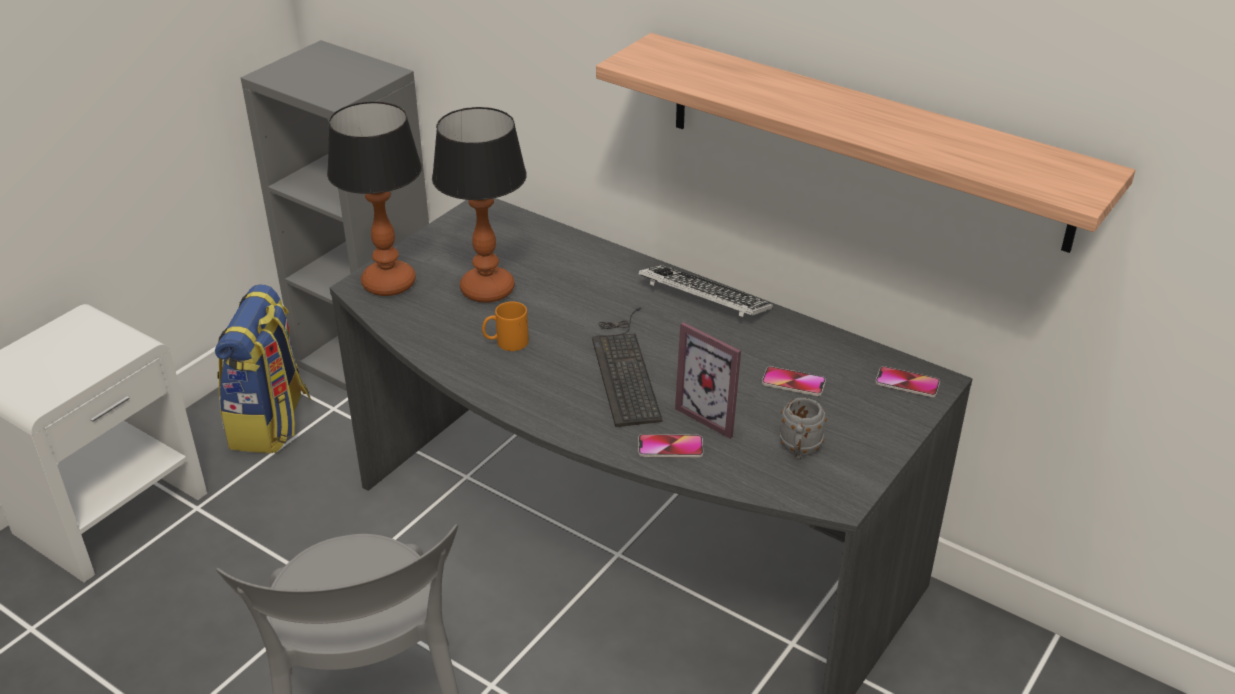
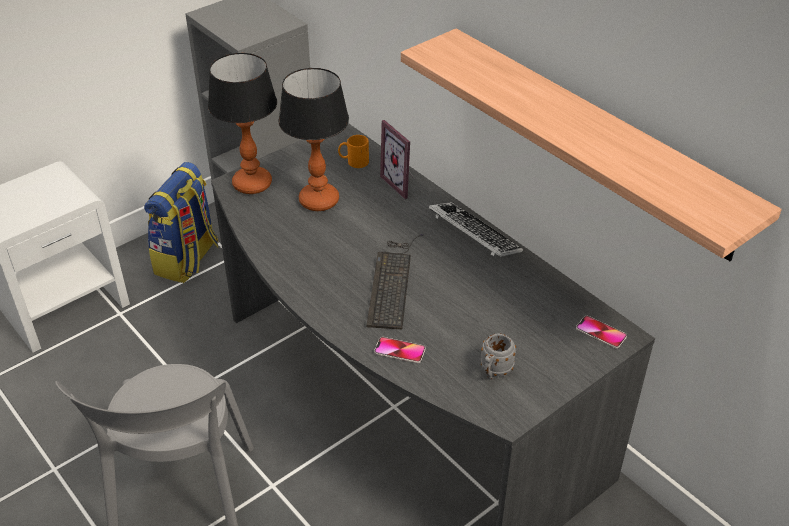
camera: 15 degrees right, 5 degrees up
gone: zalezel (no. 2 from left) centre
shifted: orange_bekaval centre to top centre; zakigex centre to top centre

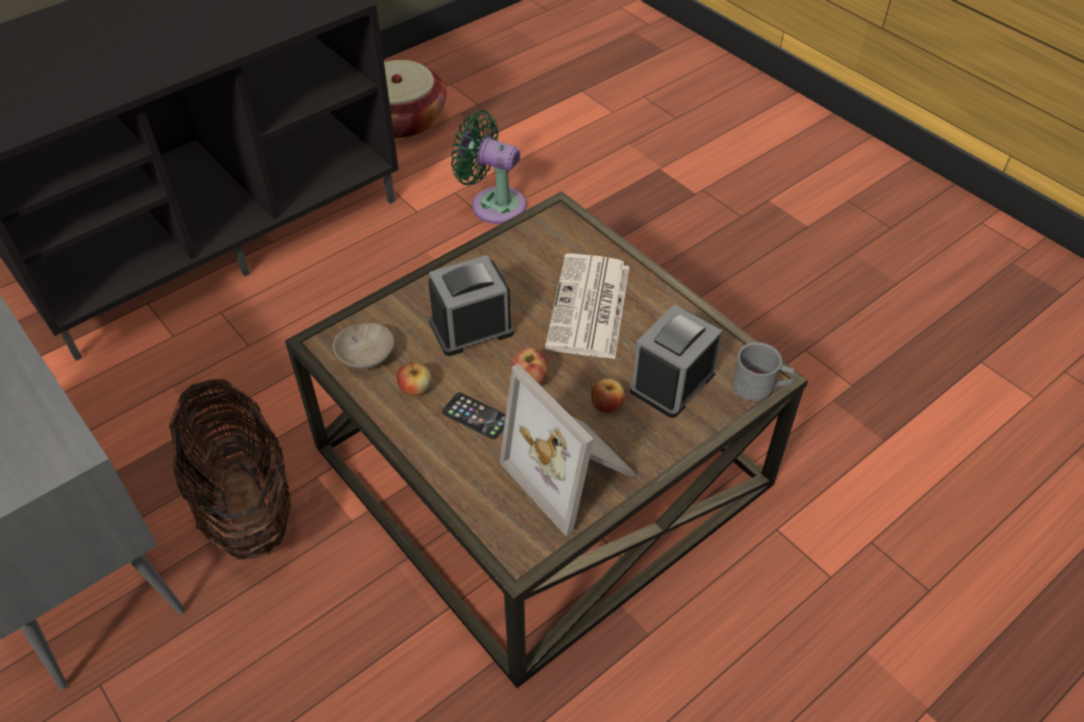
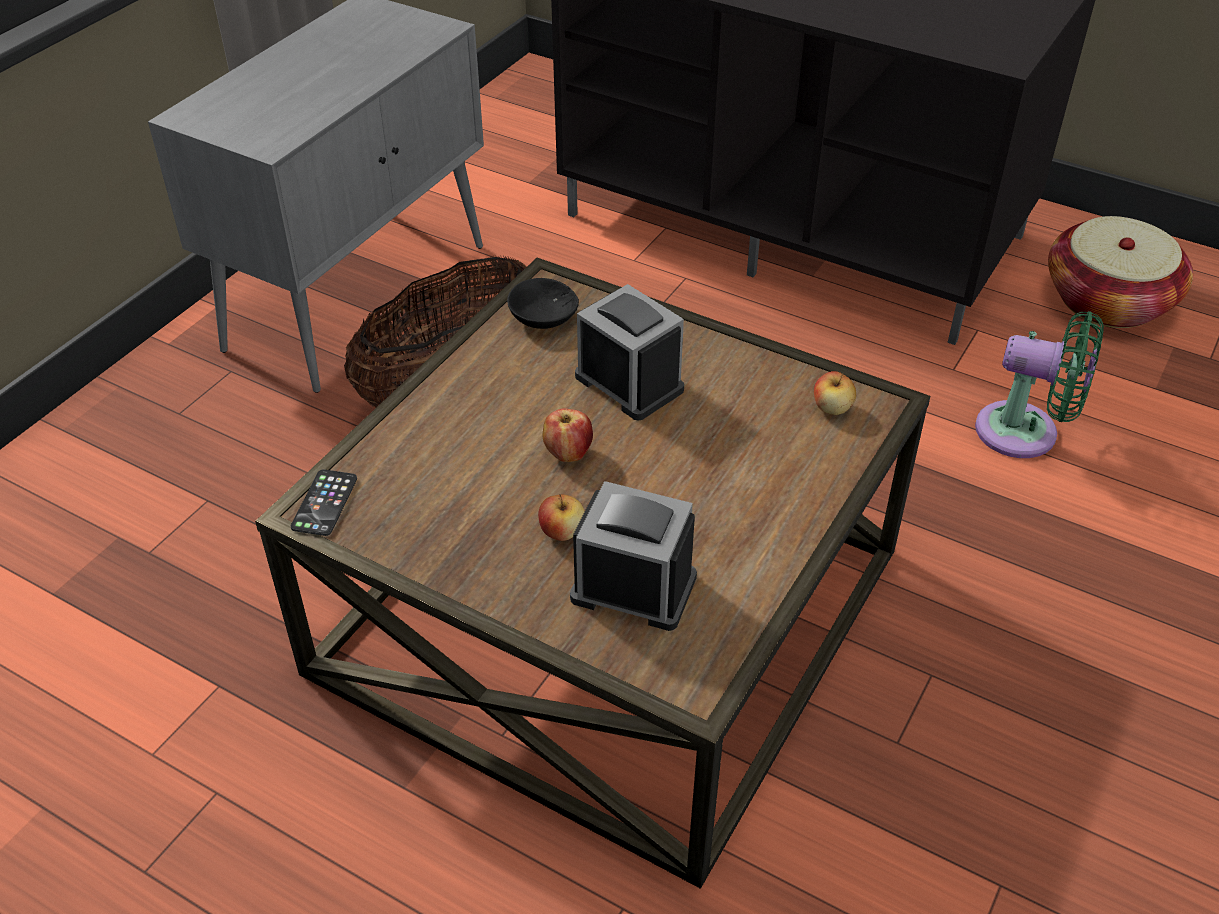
camera: 70 degrees right, 5 degrees down
gone: zakigex centre; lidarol centre; grey_bekaval middle right
shifted: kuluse (no. 1 from left in the first image) centre to kuluse (no. 3 from left) middle right; zalezel centre to middle left
repainted: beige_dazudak centre to black_dazudak top centre
rotated: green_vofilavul top centre = middle right 105 degrees clockwise

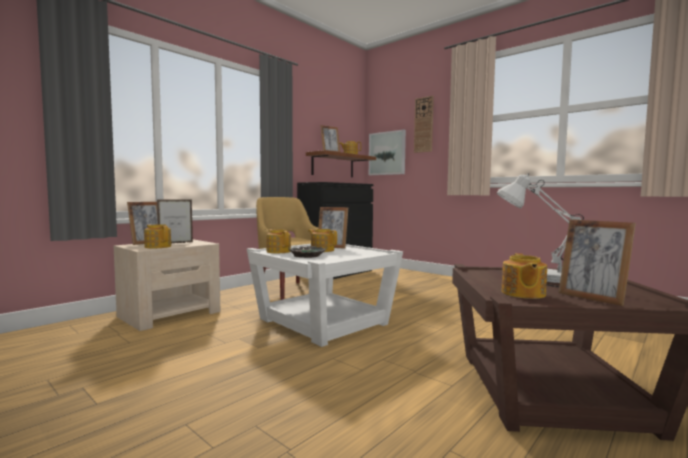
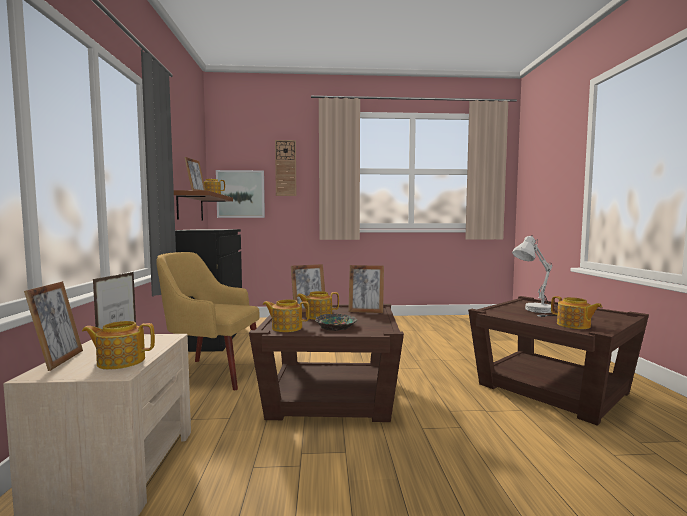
camera: 45 degrees left, 0 degrees up
shifted: zakigex (no. 5 from left) middle right to centre
repainted: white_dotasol centre to brown_dotasol (no. 1 from left) bottom centre

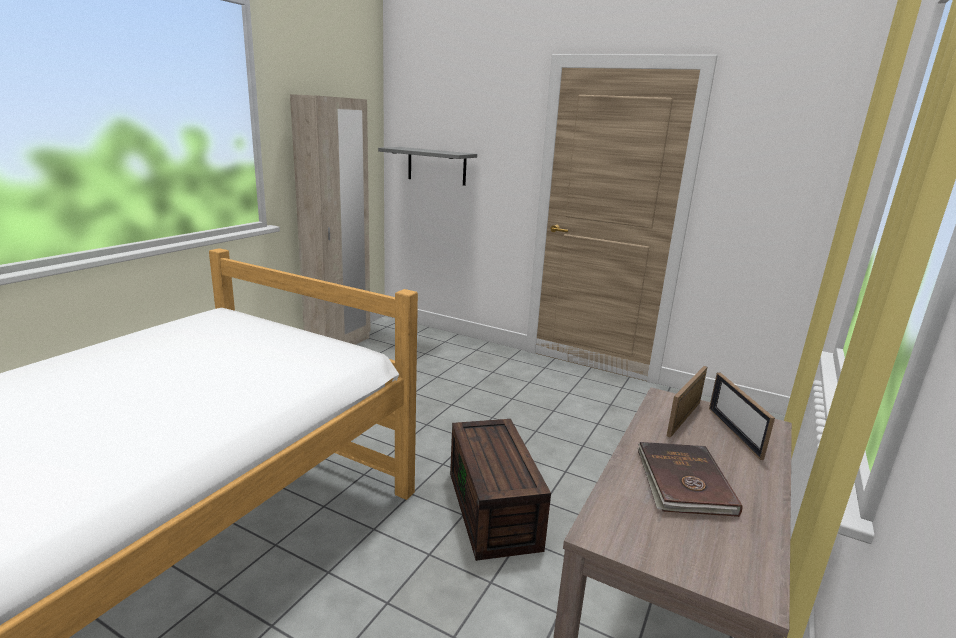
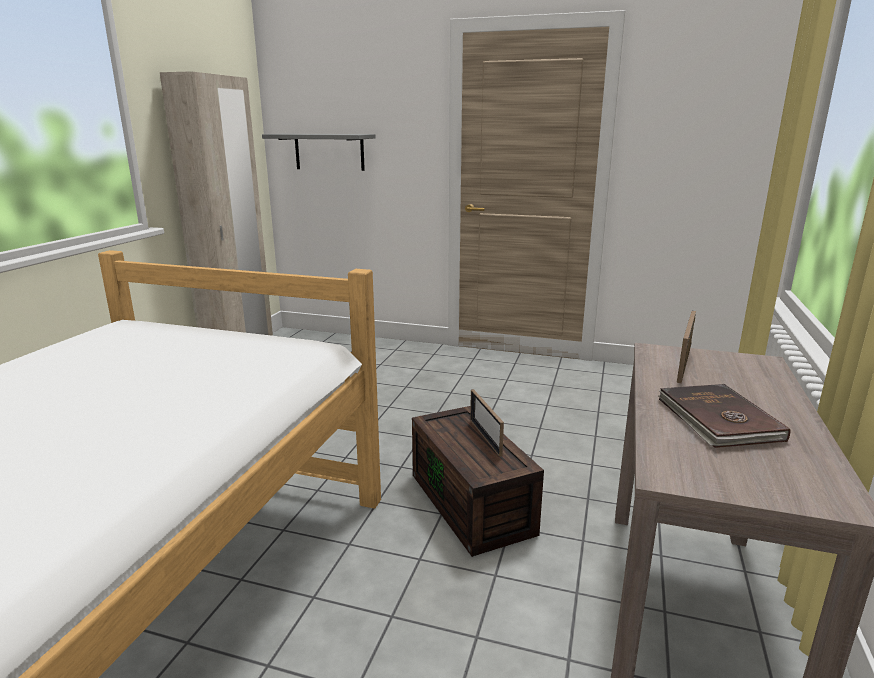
camera: 10 degrees left, 0 degrees up
shifted: zakigex (no. 2 from left in the first image) middle right to zakigex (no. 1 from left) centre

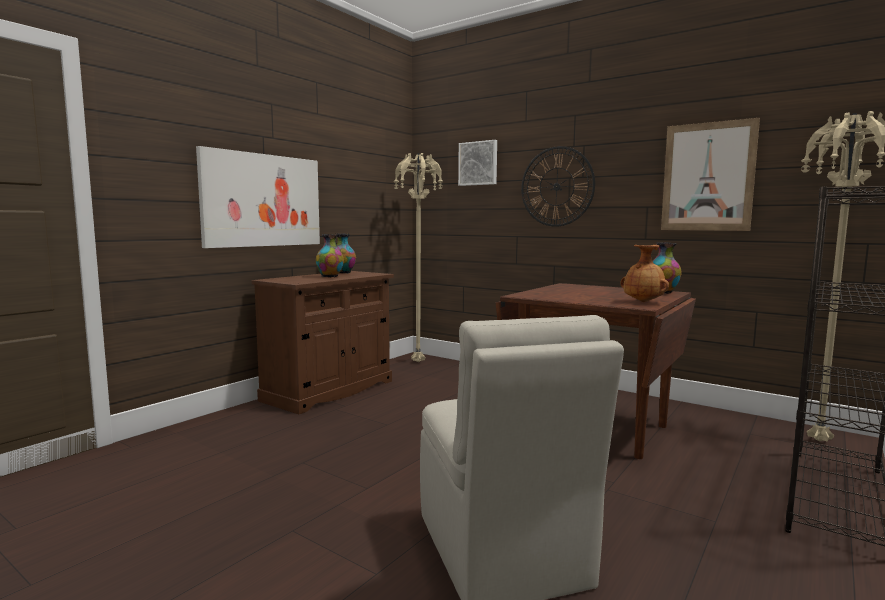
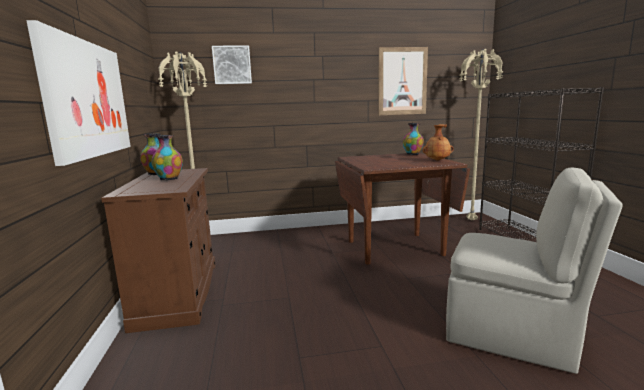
camera: 45 degrees left, 5 degrees up
gone: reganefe top centre

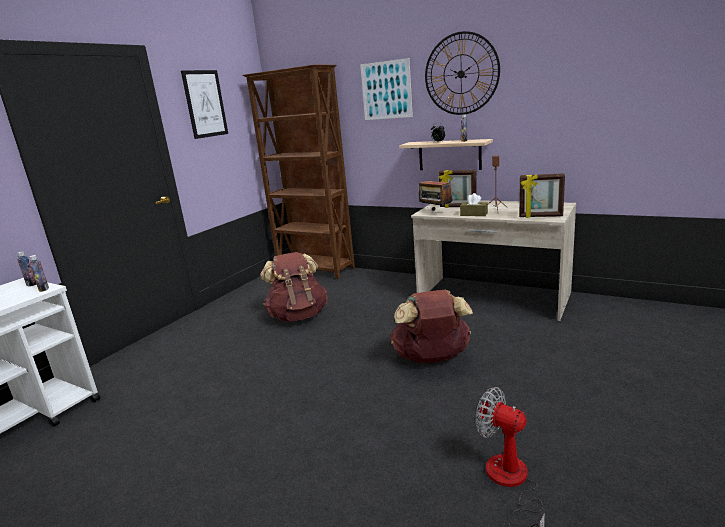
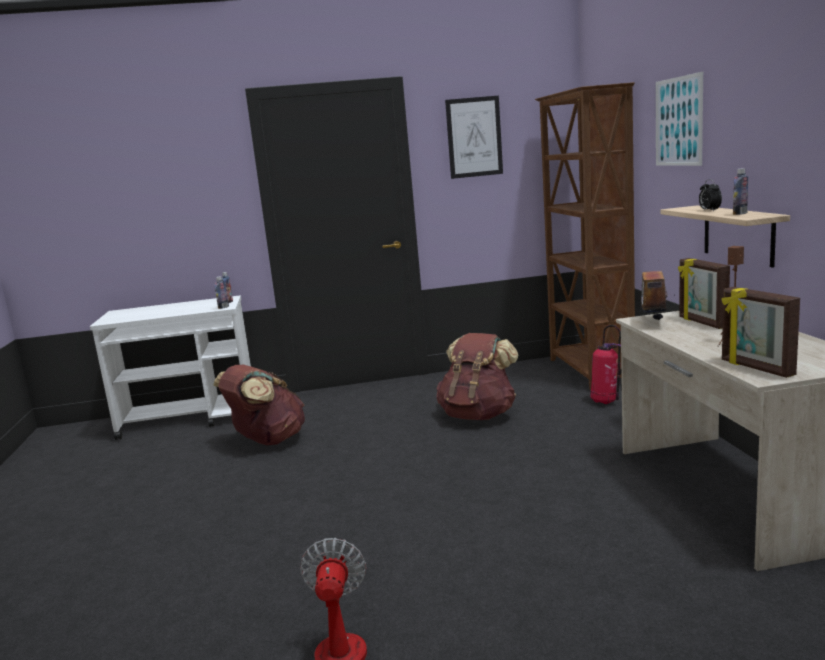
camera: 50 degrees right, 5 degrees down
gone: reganefe top centre; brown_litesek centre
new: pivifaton middle right
shifted: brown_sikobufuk (no. 2 from left in the first image) centre to brown_sikobufuk (no. 1 from left) middle left

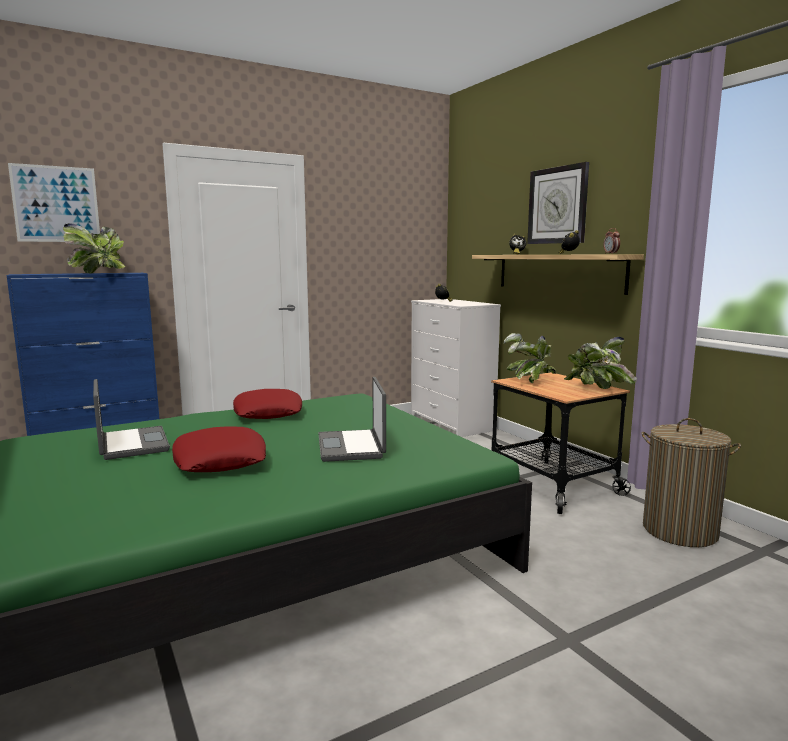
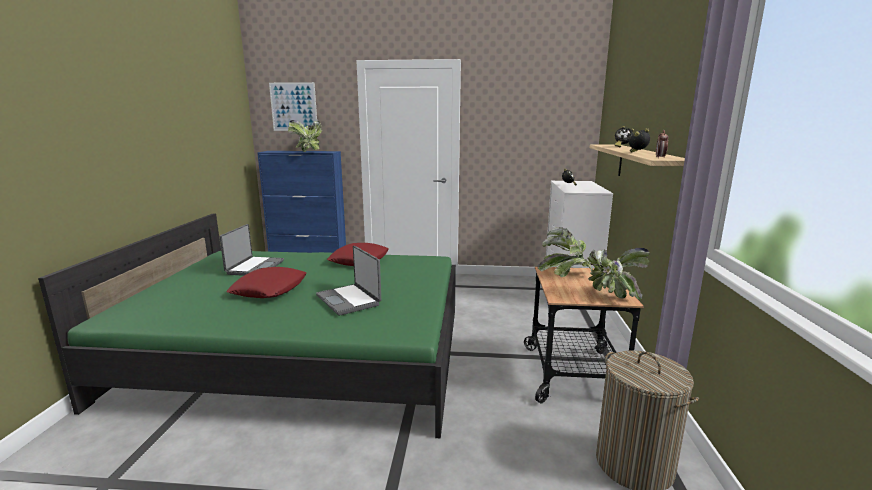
camera: 35 degrees right, 5 degrees up
gone: reganefe top right
rotated: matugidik (no. 2 from left) centre = centre 60 degrees counterclockwise

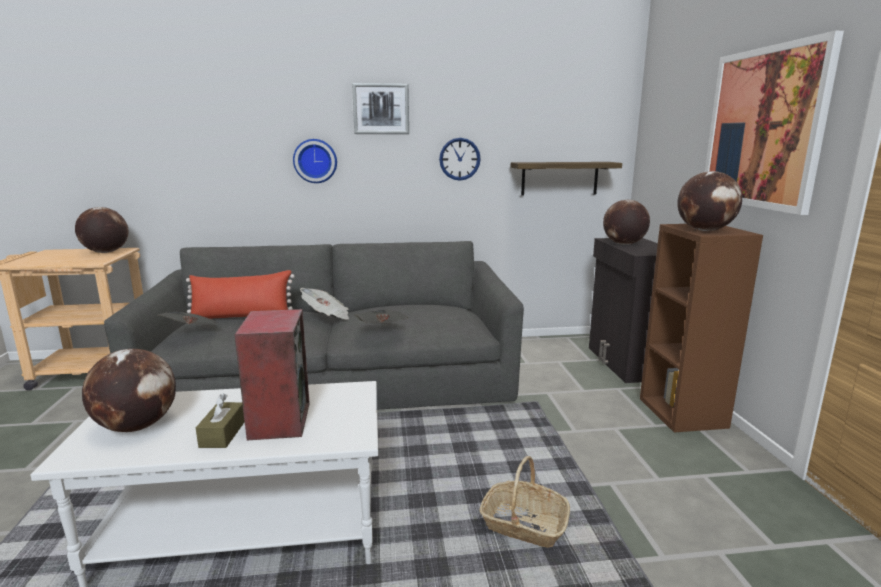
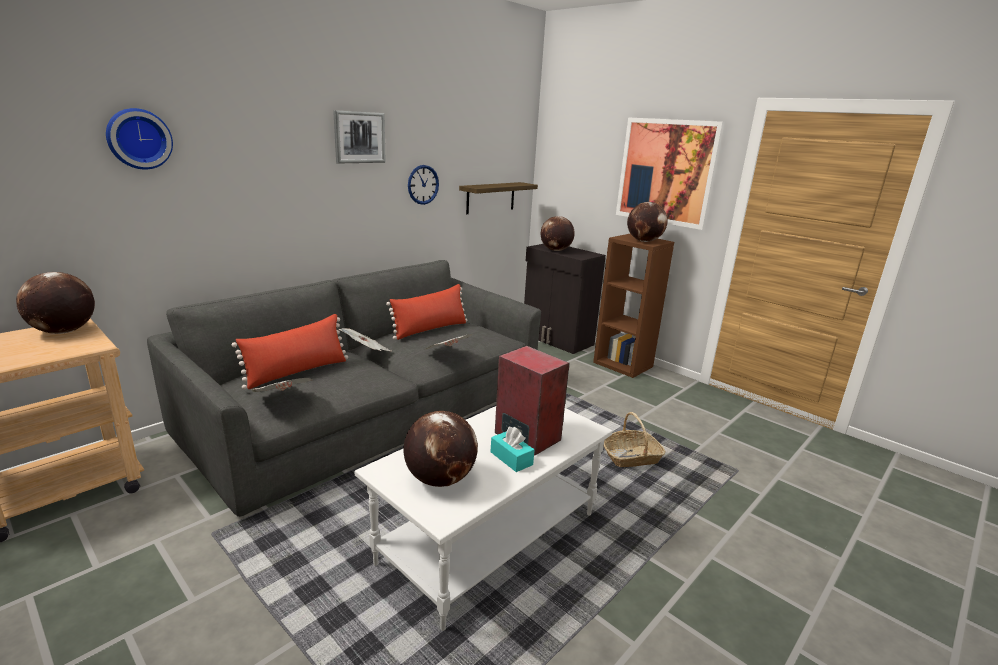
camera: 40 degrees left, 5 degrees up
new: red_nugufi (no. 2 from left) centre
shifted: reganefe (no. 1 from left) top centre to top left
repainted: brown_litesek bottom left to turquoise_litesek bottom centre

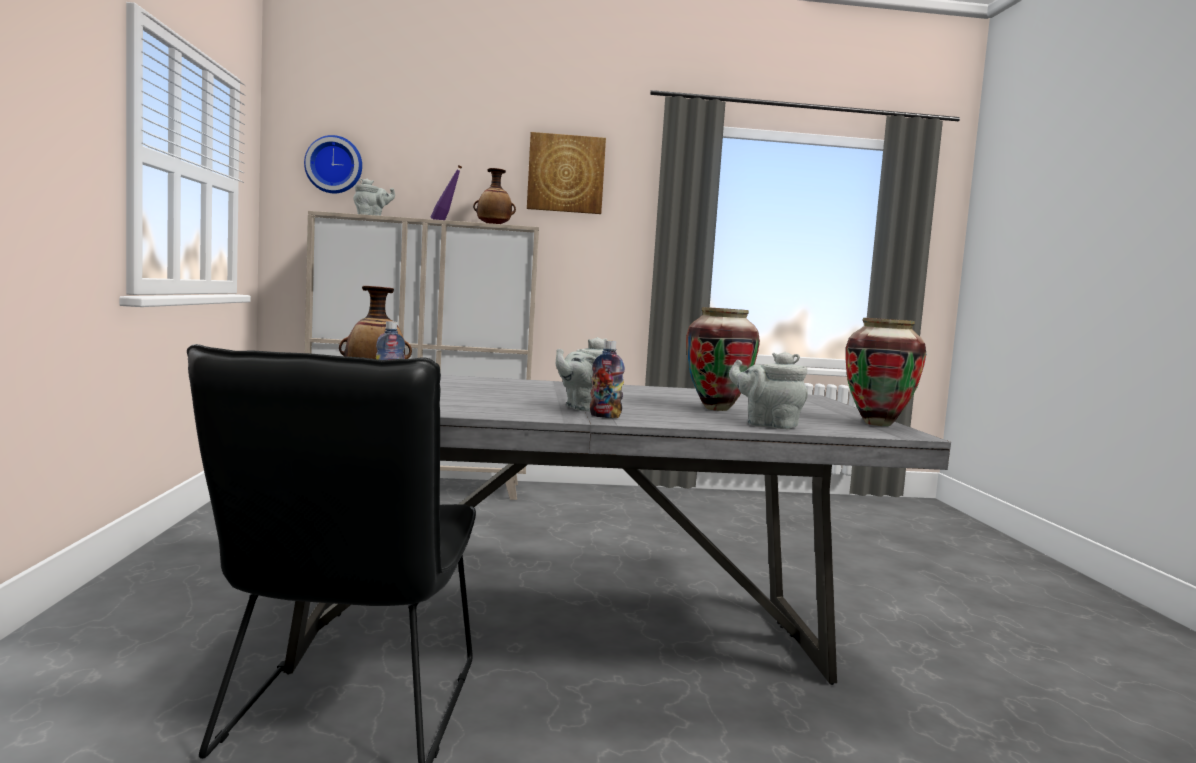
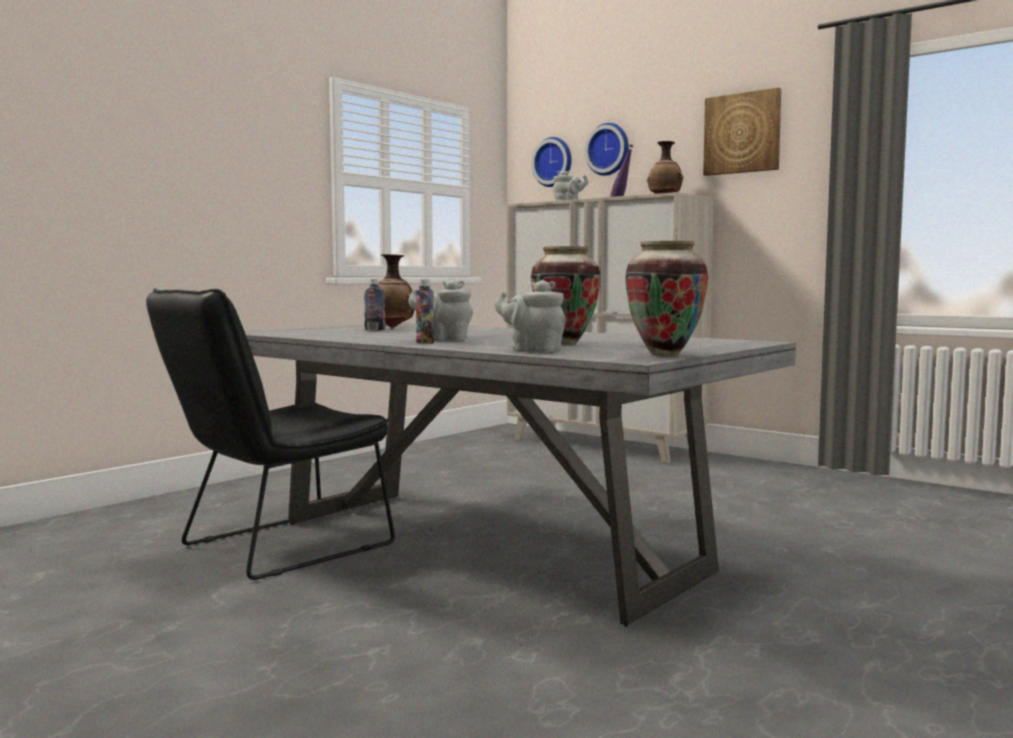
camera: 45 degrees right, 0 degrees up
new: reganefe (no. 2 from left) top centre
rotated: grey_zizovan (no. 3 from left in the first image) centre = centre 45 degrees counterclockwise

